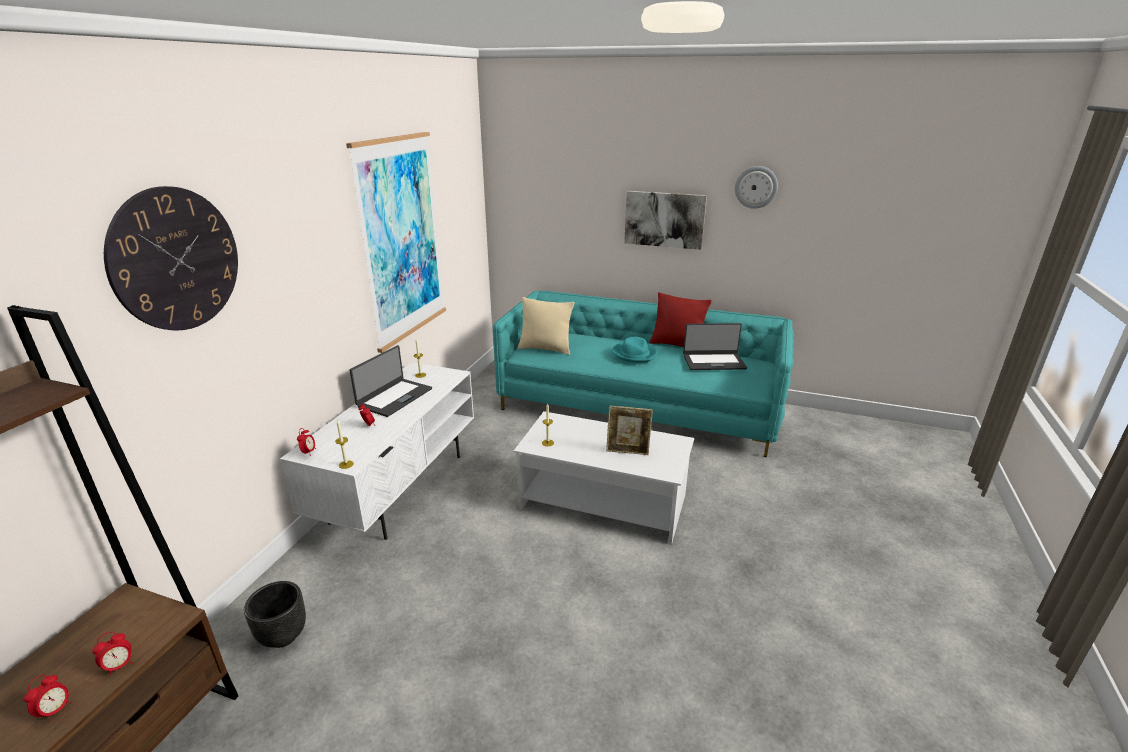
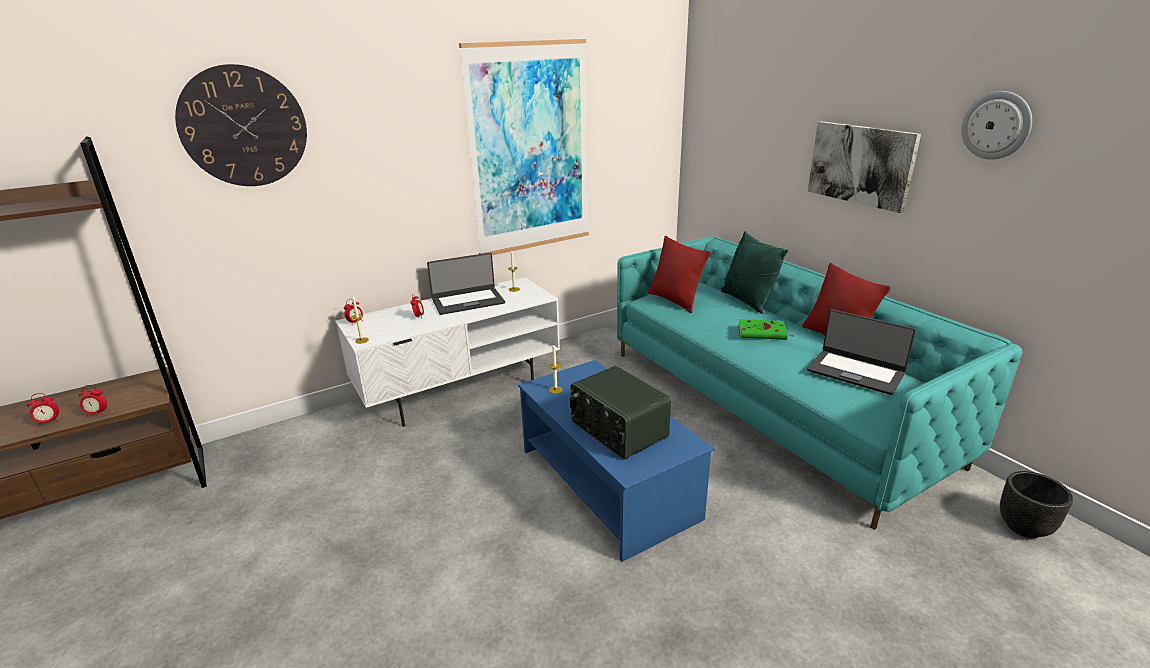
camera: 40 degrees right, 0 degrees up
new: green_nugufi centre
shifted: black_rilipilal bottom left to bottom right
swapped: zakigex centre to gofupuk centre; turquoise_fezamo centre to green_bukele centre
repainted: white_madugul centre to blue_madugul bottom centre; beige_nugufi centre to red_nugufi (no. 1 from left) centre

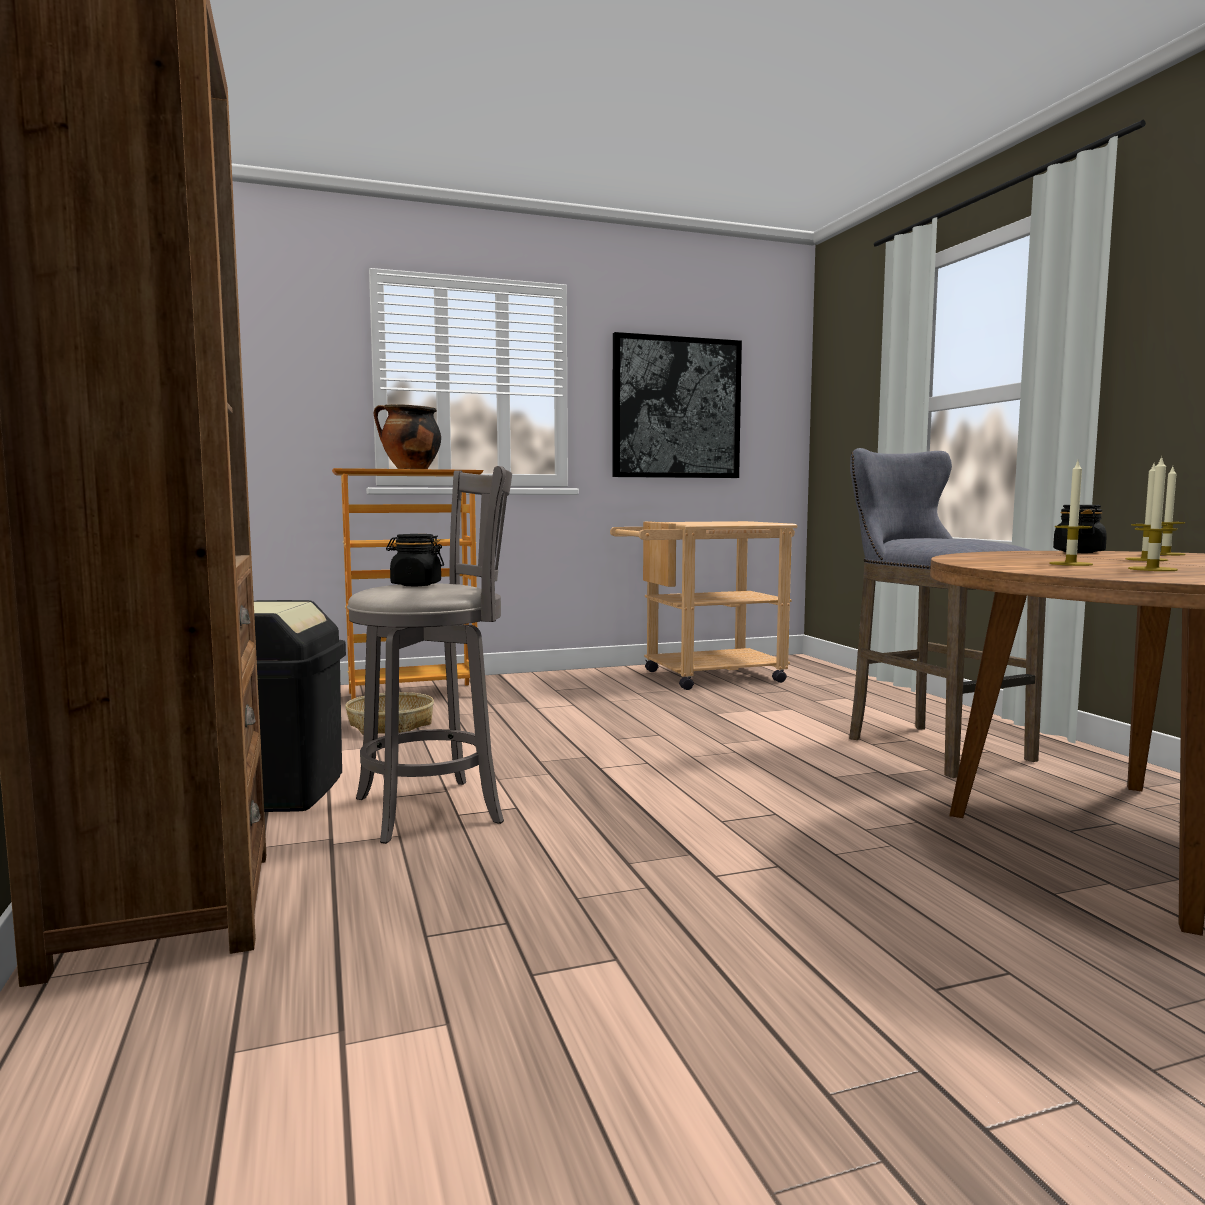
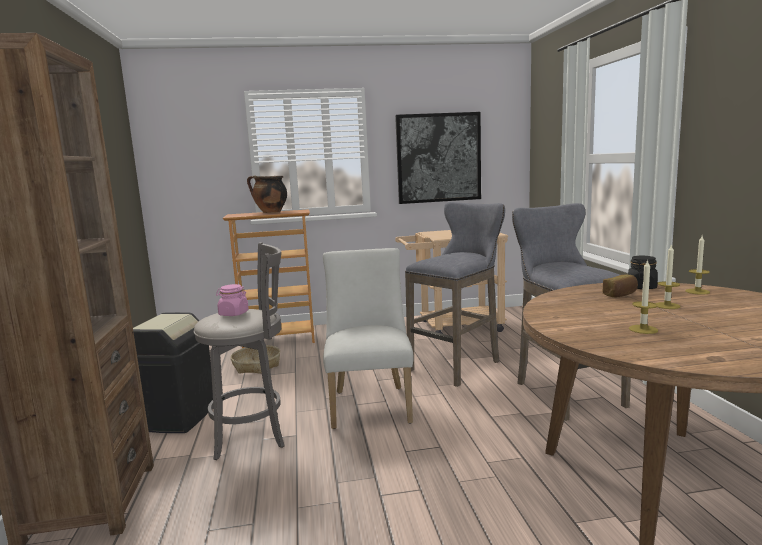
camera: 10 degrees right, 5 degrees up
gone: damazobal (no. 1 from left) middle right
new: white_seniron centre; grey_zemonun (no. 2 from left) centre; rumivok middle right
repainted: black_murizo (no. 1 from left) centre to pink_murizo middle left

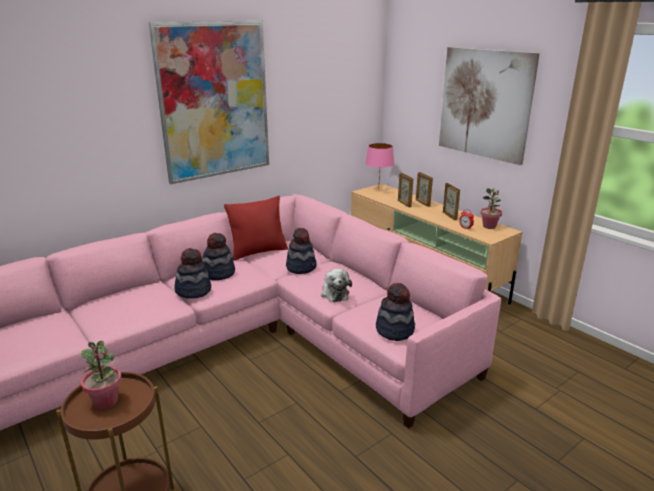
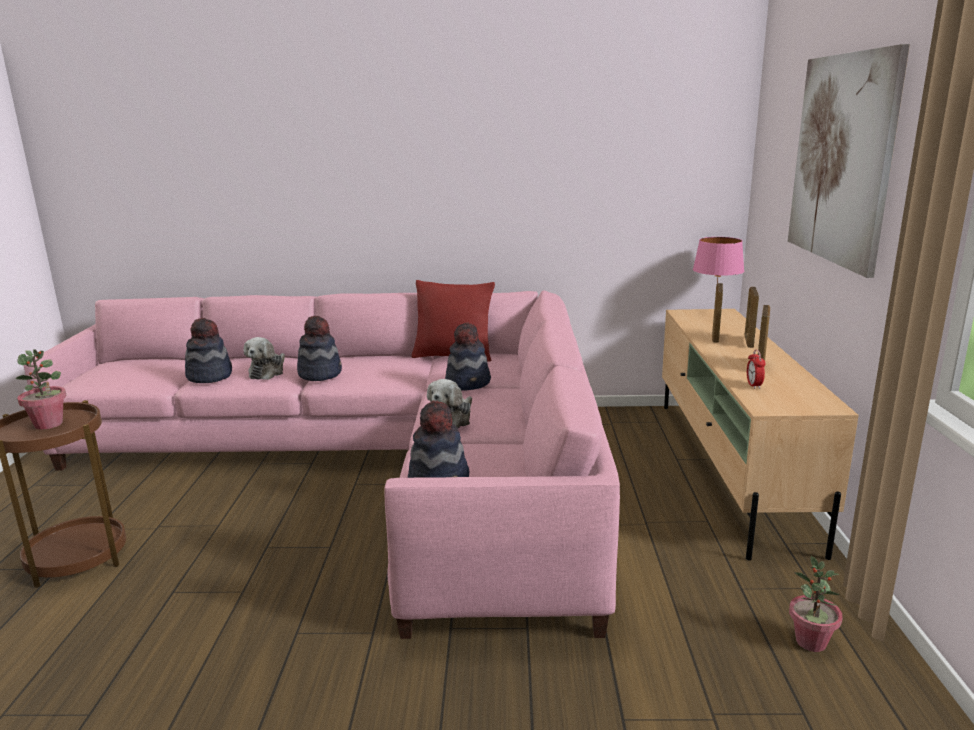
camera: 40 degrees right, 5 degrees down
gone: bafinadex (no. 1 from left) top left
new: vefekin (no. 1 from left) middle left
shifted: fezamo (no. 2 from left in the first image) centre to fezamo (no. 1 from left) middle left; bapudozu (no. 2 from left) middle right to bottom right

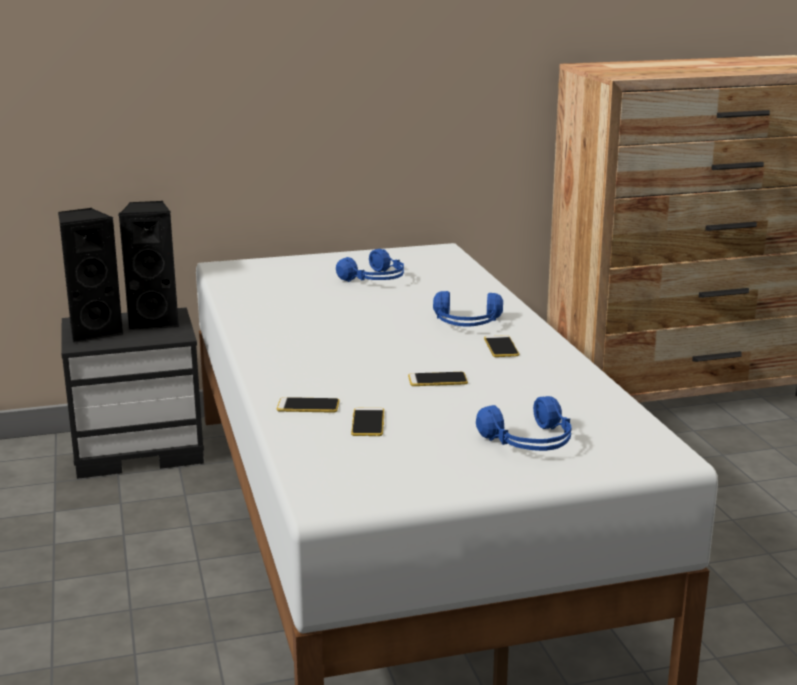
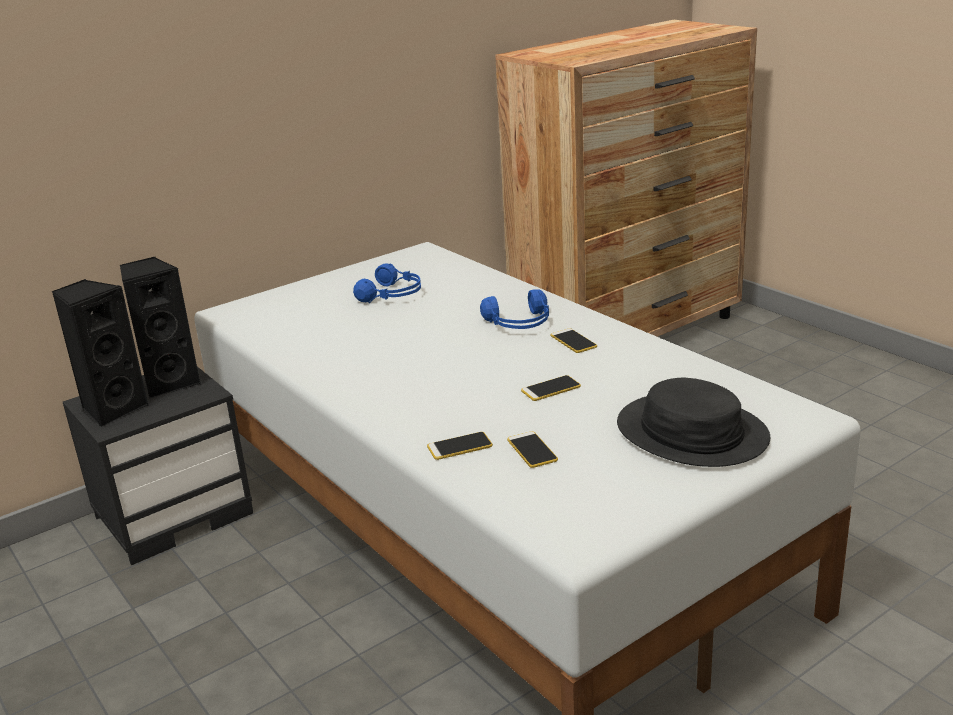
camera: 20 degrees left, 5 degrees up
swapped: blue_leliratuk (no. 3 from left) centre to black_fezamo middle right

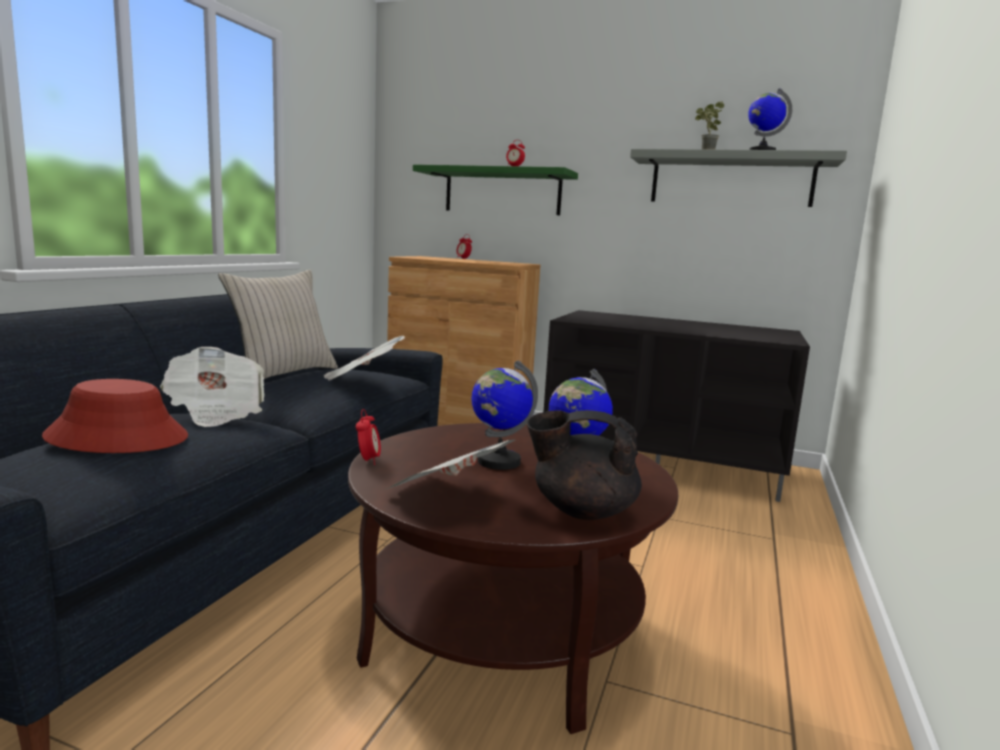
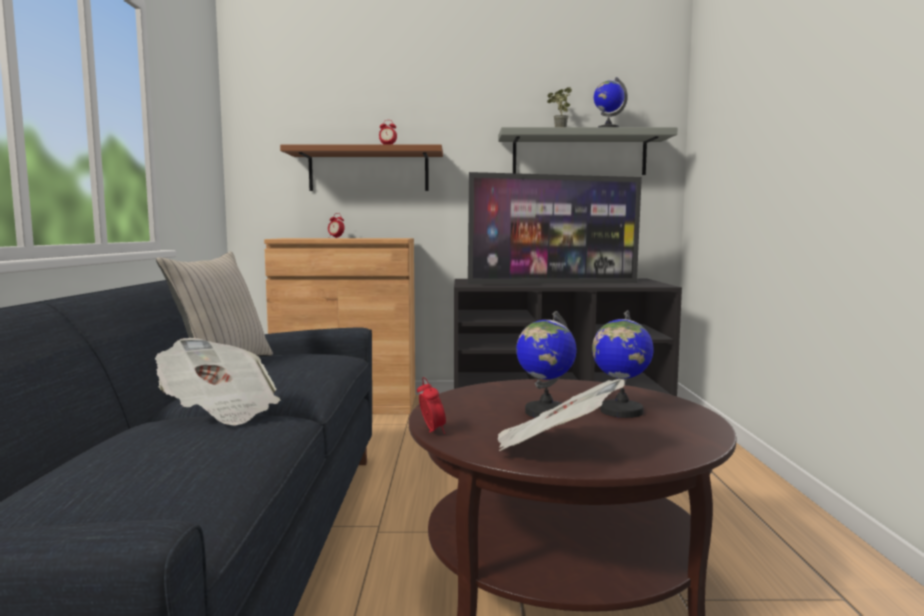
camera: 20 degrees left, 5 degrees down
gone: red_fezamo middle left; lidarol (no. 2 from left) centre; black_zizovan centre
new: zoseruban centre
repainted: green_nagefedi top centre to brown_nagefedi top centre

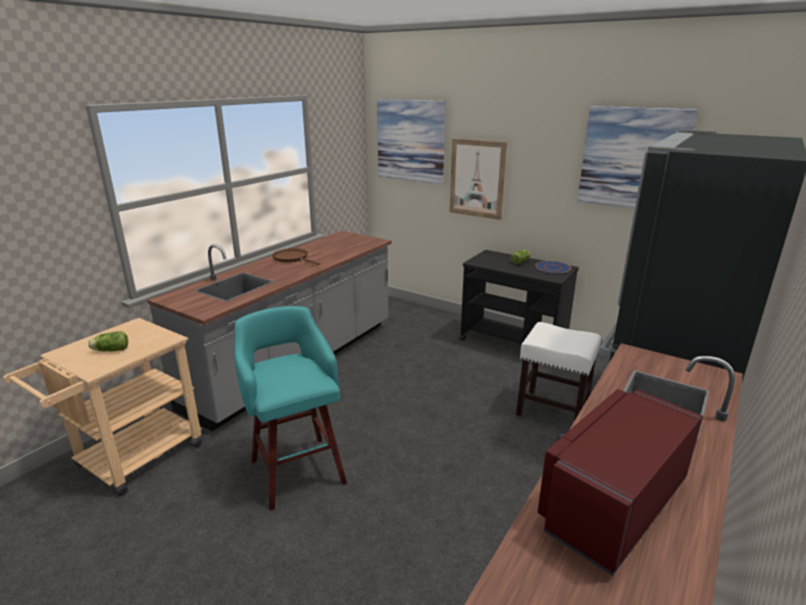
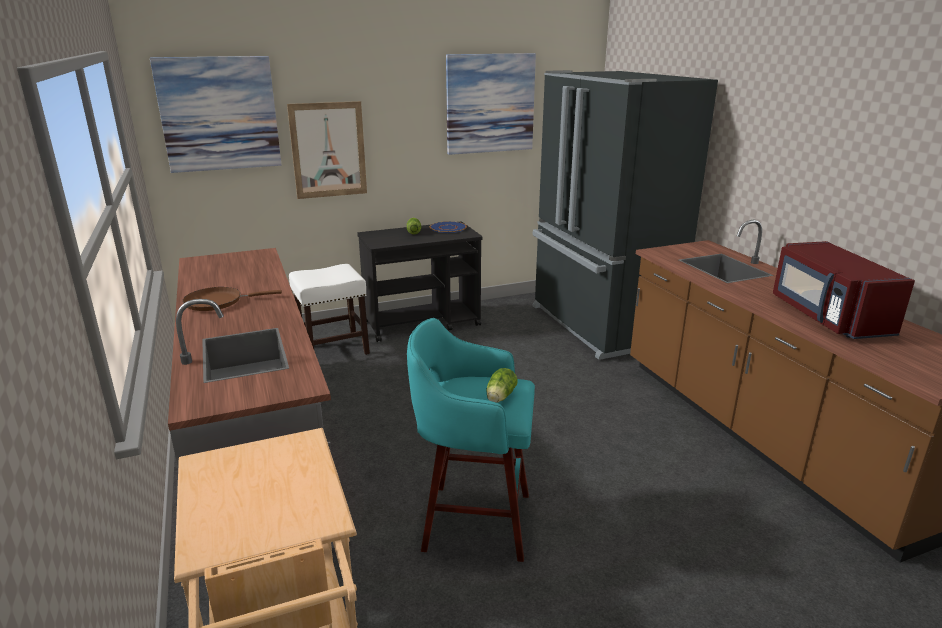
camera: 55 degrees left, 0 degrees up
shifted: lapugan (no. 1 from left in the first image) middle left to lapugan (no. 2 from left) centre; white_zemonun middle right to centre

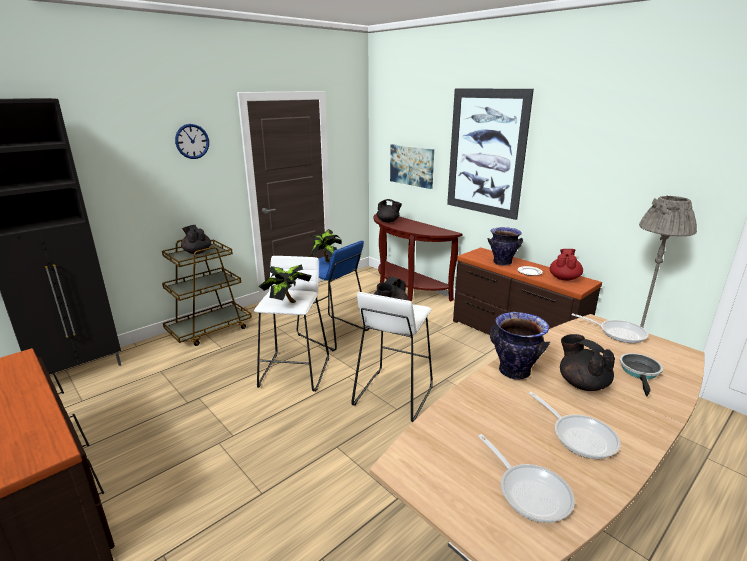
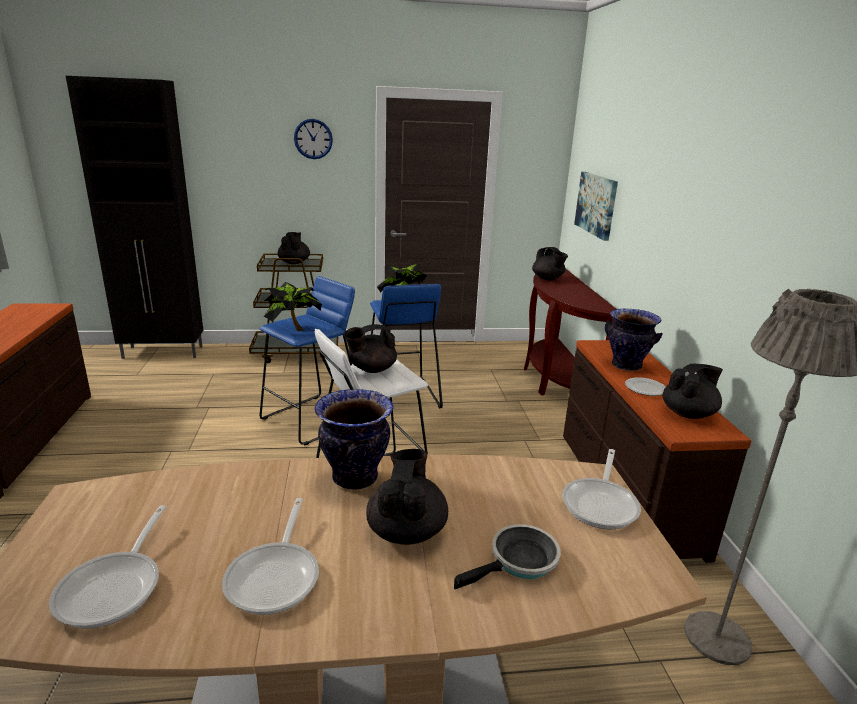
camera: 35 degrees right, 0 degrees up
gone: bafinadex (no. 2 from left) top centre
repainted: white_zemonun (no. 1 from left) centre to blue_zemonun (no. 1 from left) centre; red_zizovan middle right to black_zizovan (no. 5 from left) middle right
rotated: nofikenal (no. 3 from left in the first image) middle right = bottom right 45 degrees clockwise

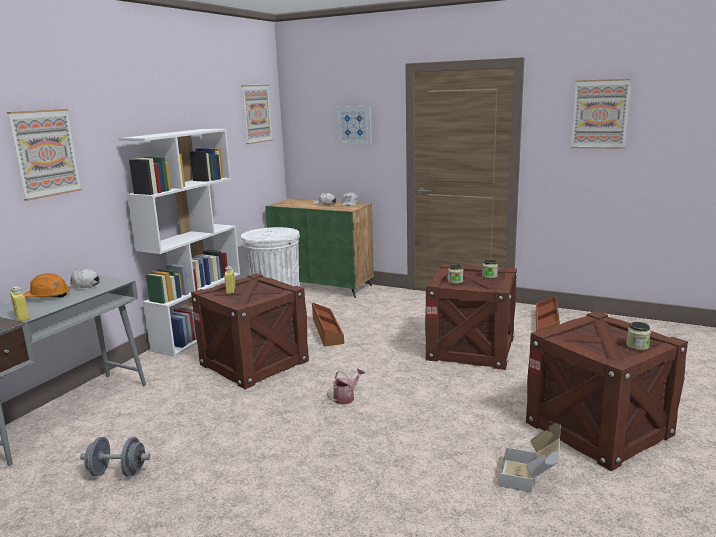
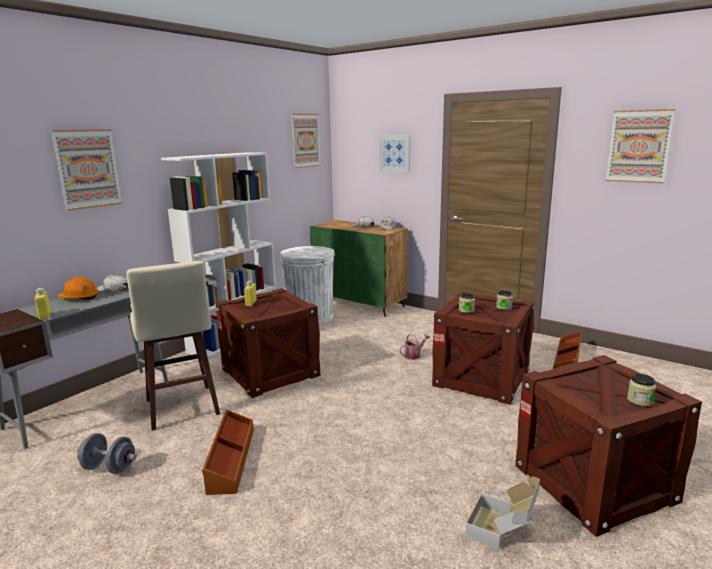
camera: 10 degrees right, 0 degrees up
new: beige_zemonun middle left
shifted: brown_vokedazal (no. 1 from left) centre to bottom left; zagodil bottom centre to centre

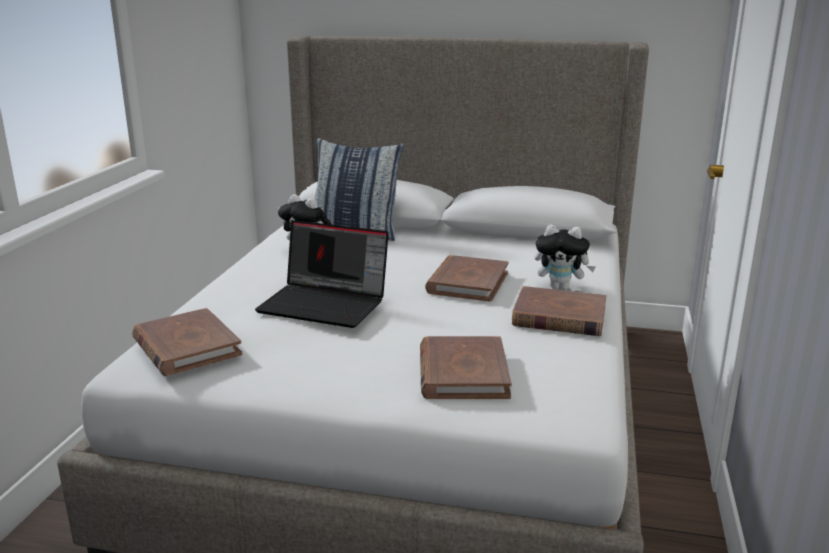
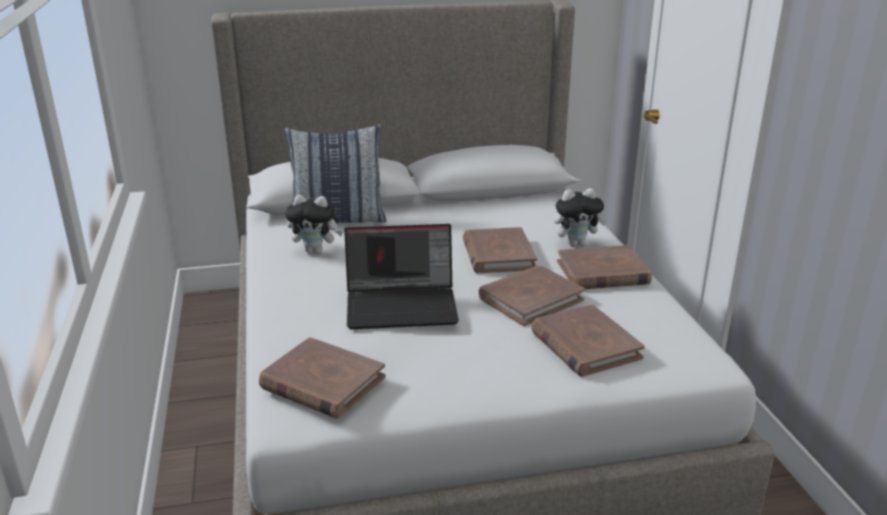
camera: 25 degrees left, 5 degrees up
new: brown_bukele (no. 3 from left) centre

